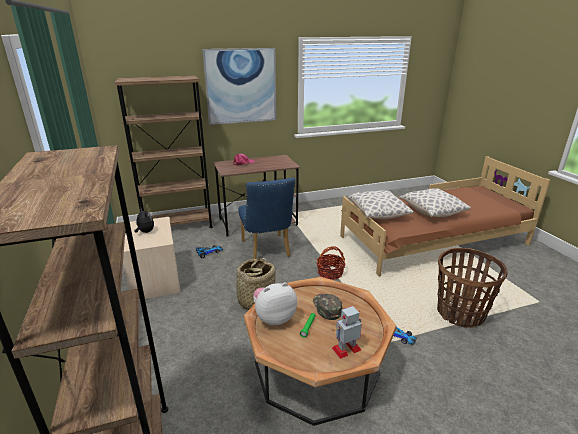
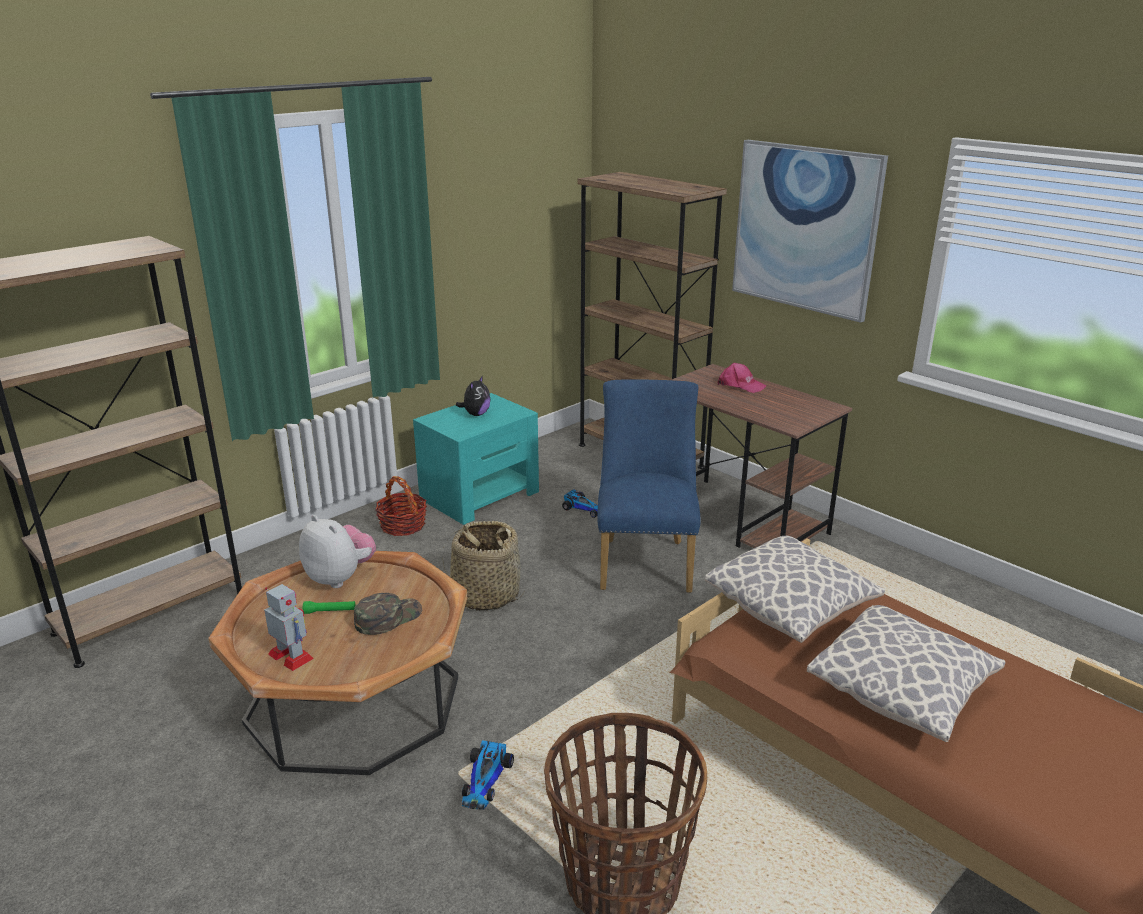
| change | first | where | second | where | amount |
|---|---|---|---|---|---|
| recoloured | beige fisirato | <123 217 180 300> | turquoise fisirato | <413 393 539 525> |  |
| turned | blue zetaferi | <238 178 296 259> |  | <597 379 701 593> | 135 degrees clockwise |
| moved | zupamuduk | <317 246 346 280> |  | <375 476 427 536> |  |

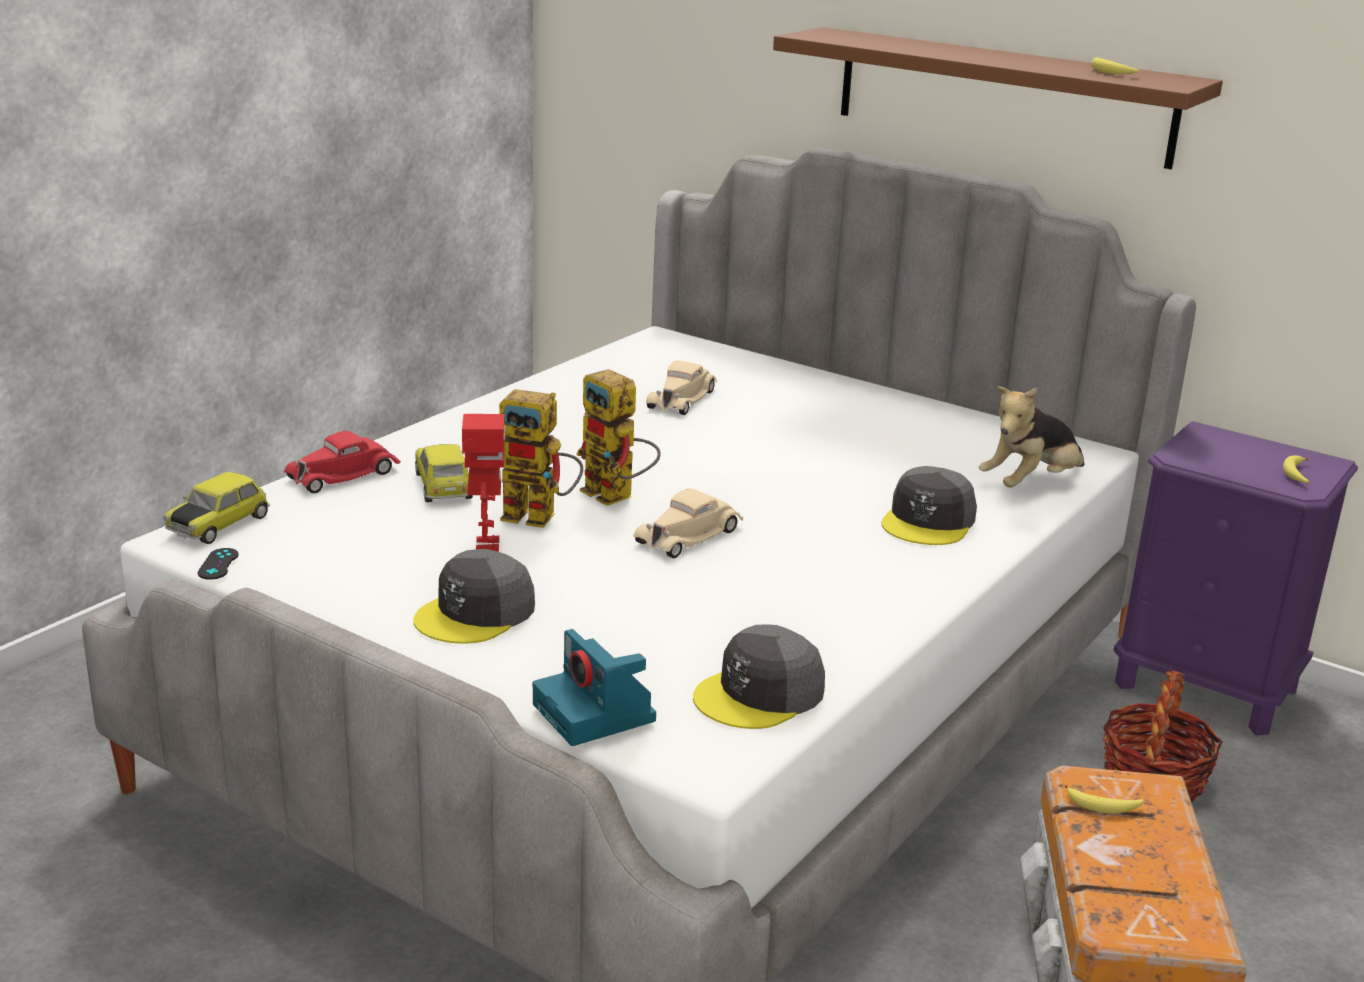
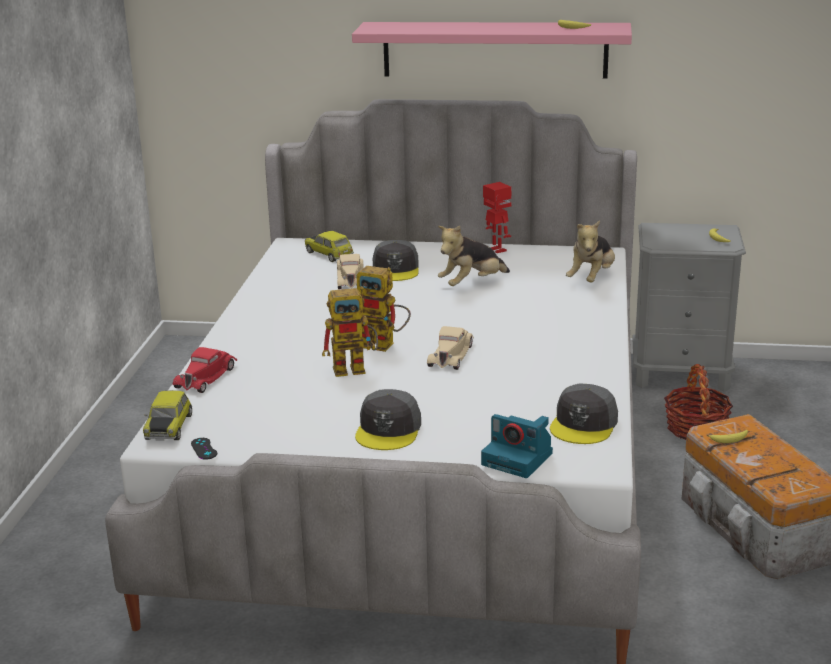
| change | first | where | second | where | amount |
|---|---|---|---|---|---|
| moved | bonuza | <415 444 473 502> |  | <305 231 354 262> |  |
| moved | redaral | <462 414 506 552> |  | <483 182 511 253> |  |
| recoloured | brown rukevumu | <773 27 1223 169> | pink rukevumu | <352 22 632 78> |  |
| moved | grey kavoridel | <882 466 977 545> |  | <373 240 418 281> |  |
| recoloured | purple fisirato | <1114 421 1358 735> | grey fisirato | <632 223 746 392> |  |
| added |  |  | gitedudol | <438 225 510 286> |  |

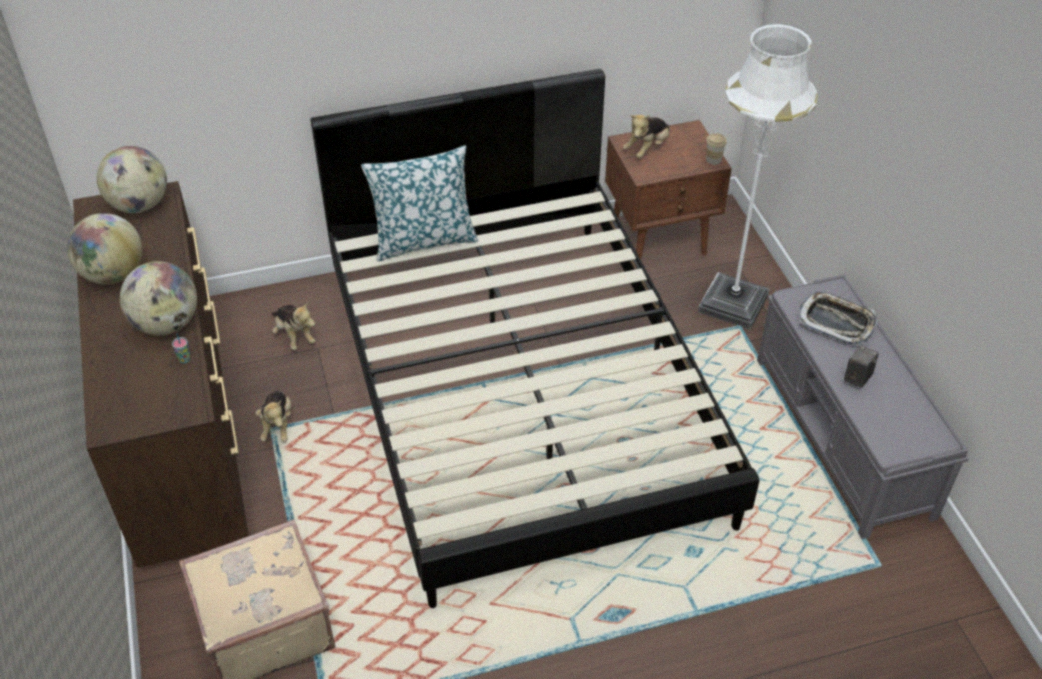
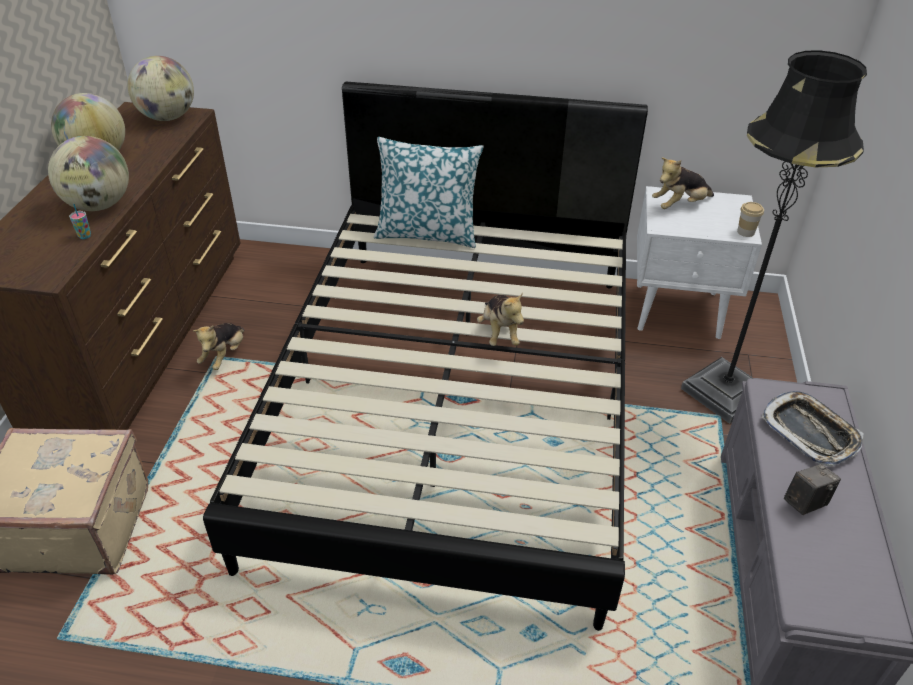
| change | first | where | second | where | amount |
|---|---|---|---|---|---|
| moved | gitedudol | <272 303 316 350> |  | <477 293 524 346> |  |
| recoloured | brown fisirato | <605 120 732 260> | white fisirato | <637 186 762 339> |  |
| recoloured | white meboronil | <698 23 818 330> | black meboronil | <681 50 867 424> |  |

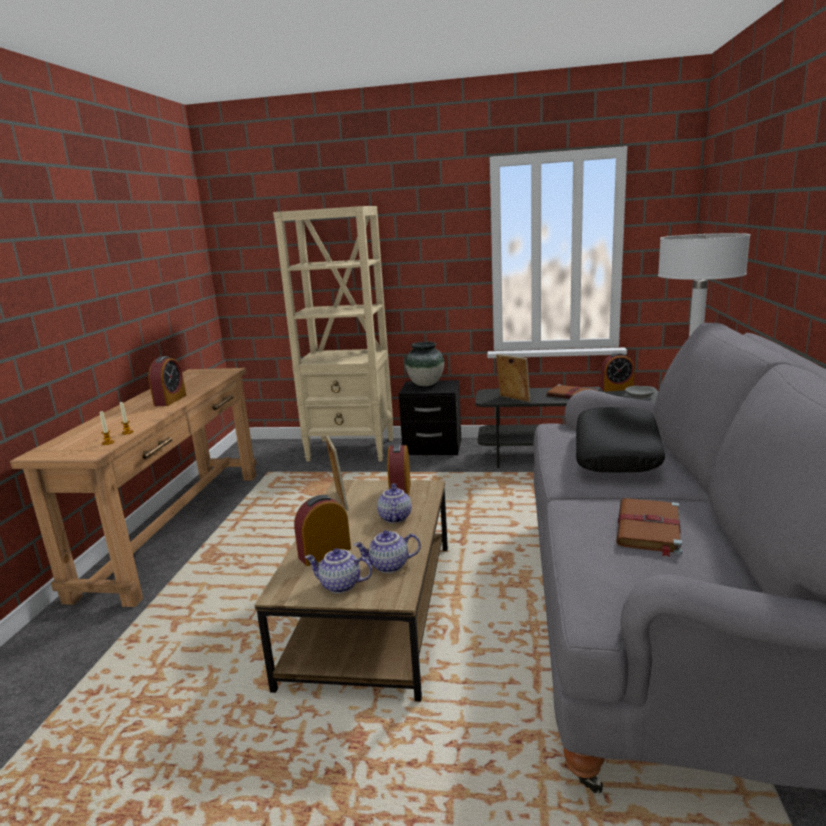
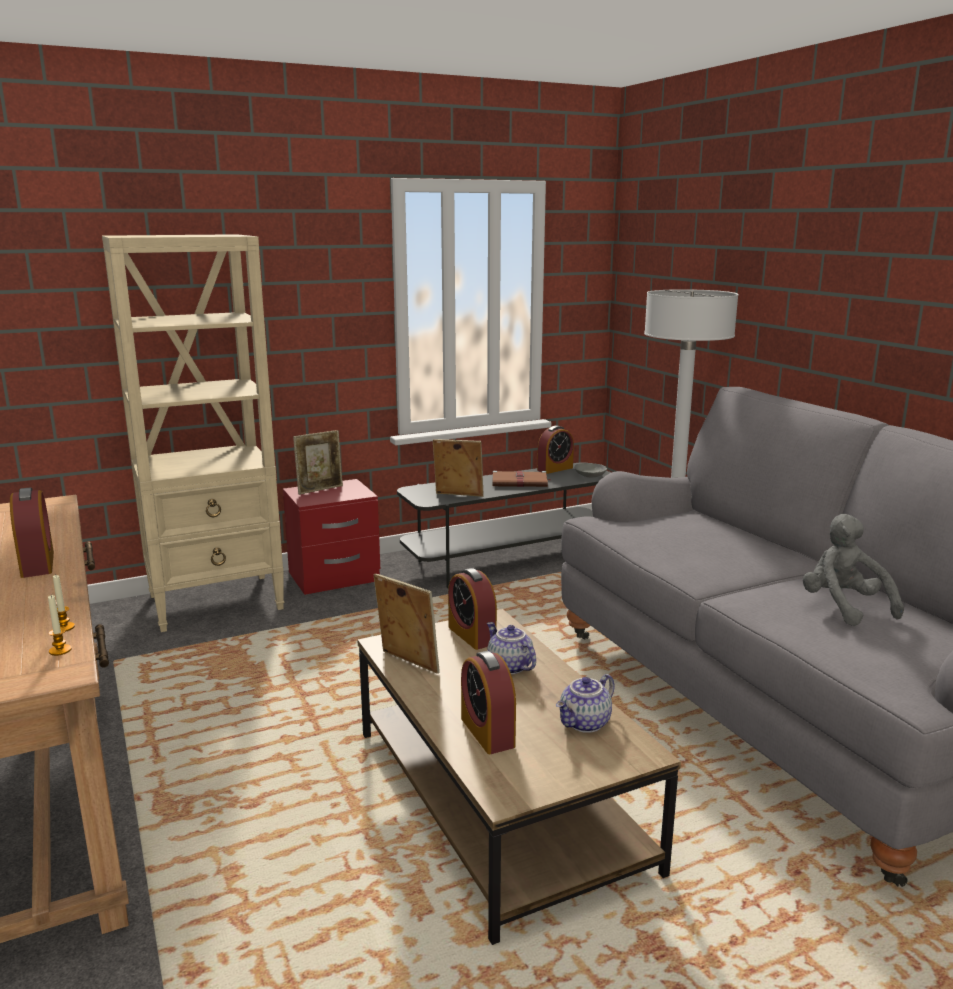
| change | first | where | second | where | amount |
|---|---|---|---|---|---|
| turned | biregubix | <294 495 351 566> |  | <461 651 516 754> | 45 degrees counterclockwise |
| removed | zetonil | <305 548 372 593> |  |  |  |
| recoloured | black fisirato | <399 380 461 455> | red fisirato | <283 479 380 595> |  |
| replaced | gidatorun | <405 342 444 386> | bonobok | <293 430 343 495> |  |
| removed | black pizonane | <576 407 665 473> |  |  |  |
| replaced | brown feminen | <616 498 682 557> | grey gitedudol | <803 514 904 626> |  |

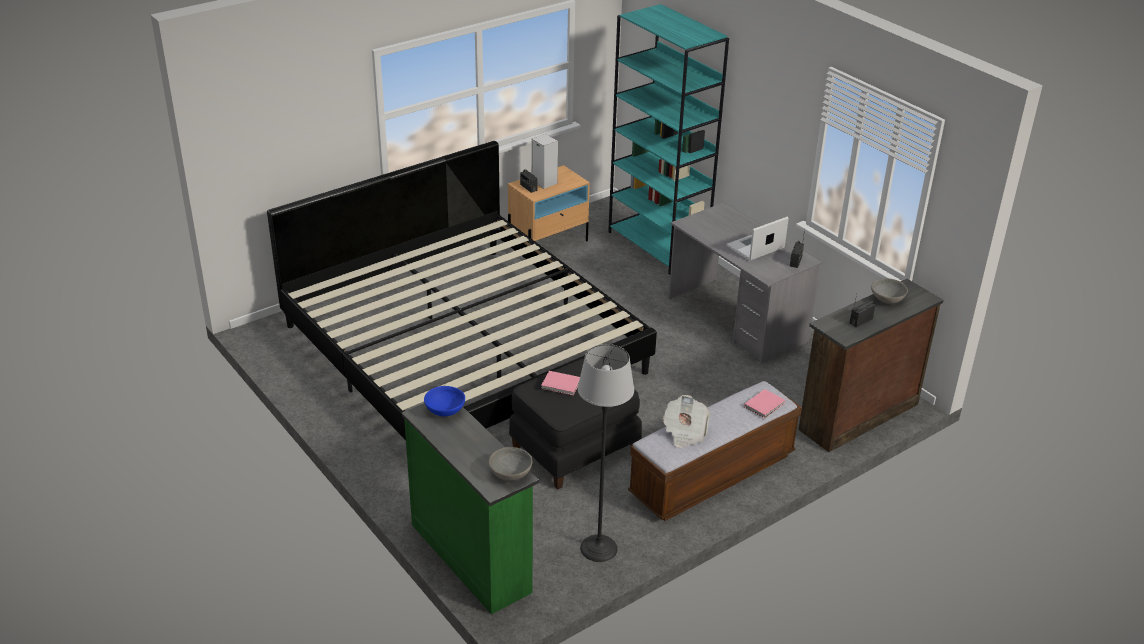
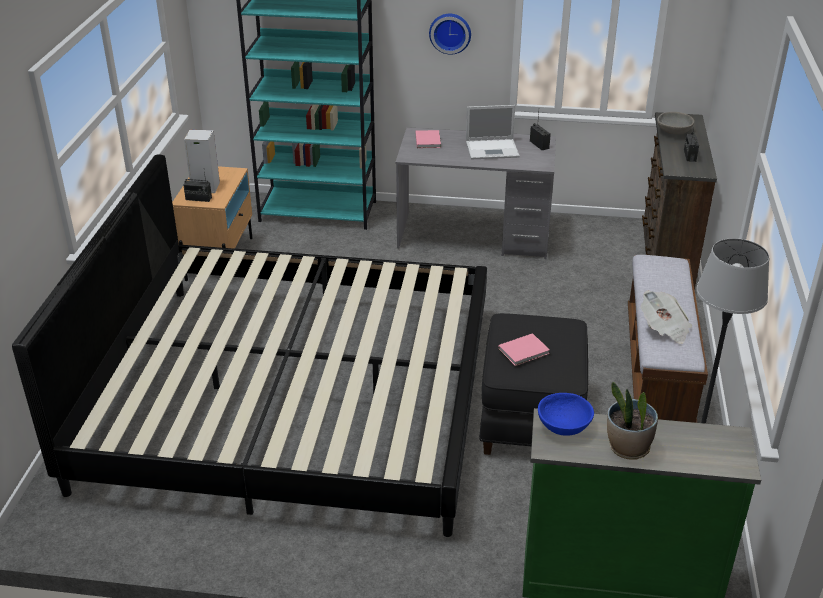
| change | first | where | second | where | amount |
|---|---|---|---|---|---|
| removed | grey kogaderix | <489 447 532 481> |  |  |  |
| turned | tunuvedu | <726 217 789 261> |  | <466 105 520 160> | 105 degrees counterclockwise |
| moved | pink feminen | <744 389 785 418> |  | <415 130 441 148> |  |
| added |  |  | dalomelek | <429 14 471 55> |  |
| added |  |  | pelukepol | <607 382 658 460> |  |

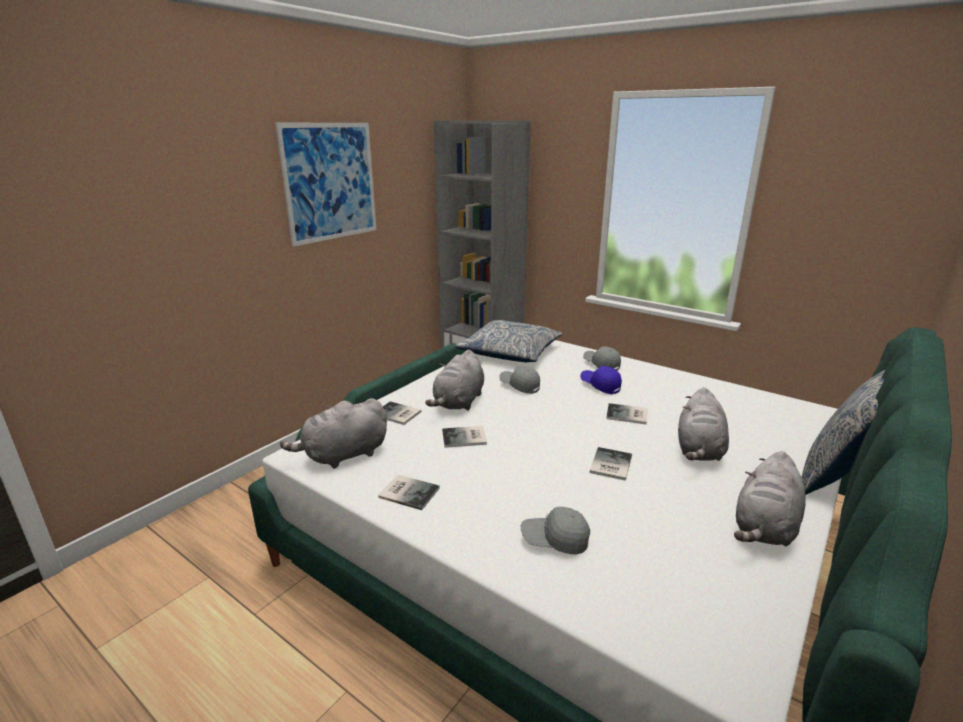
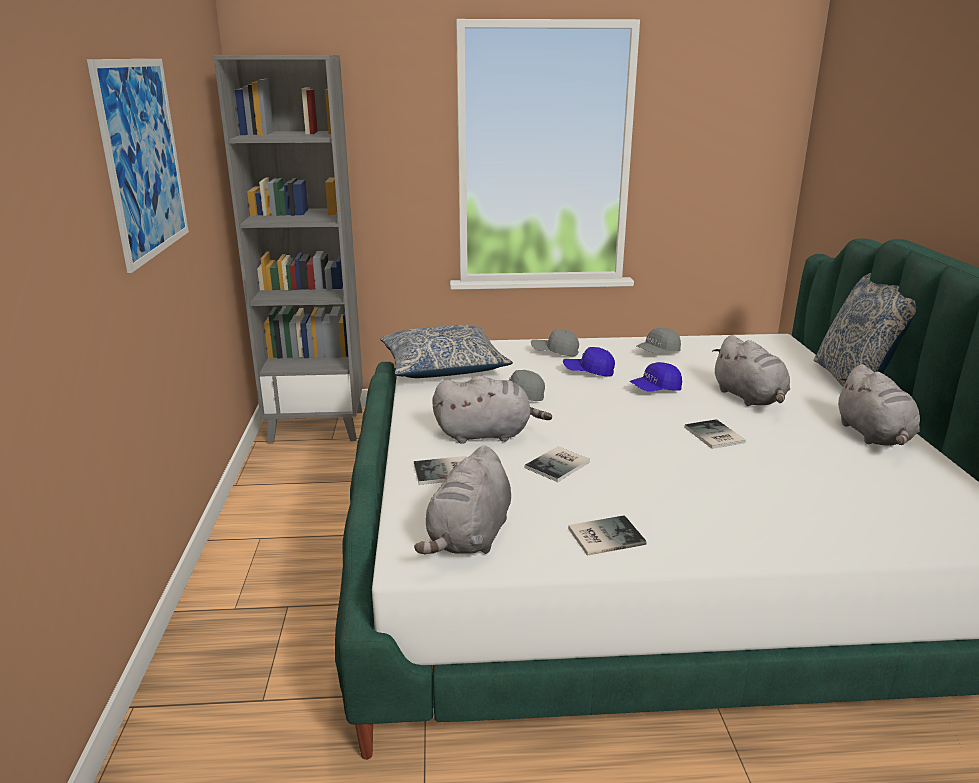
| change | first | where | second | where | amount |
|---|---|---|---|---|---|
| turned | grey gitedudol | <425 350 484 410> |  | <432 376 552 444> | 75 degrees counterclockwise |
| moved | grey kavoridel | <521 507 590 554> |  | <637 328 681 354> |  |
| replaced | feminen | <606 403 647 425> | blue kavoridel | <630 362 682 392> |  |

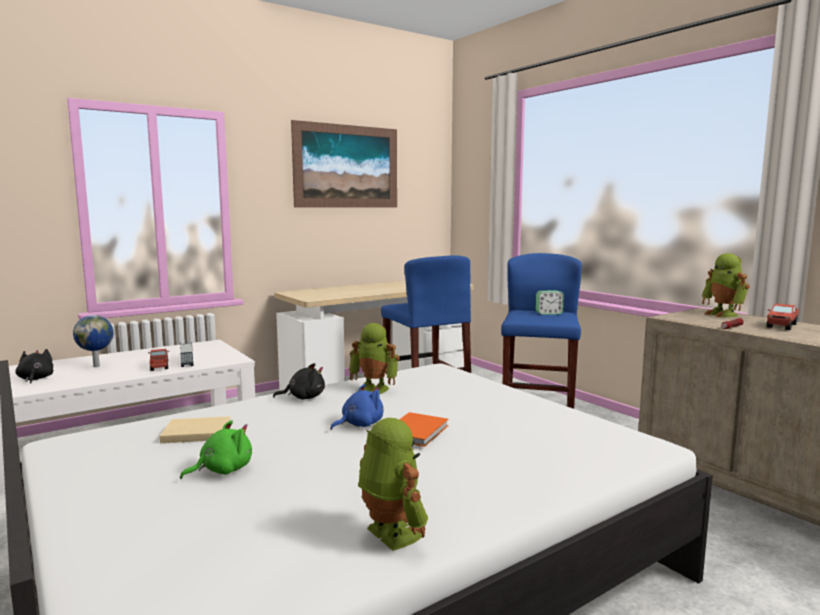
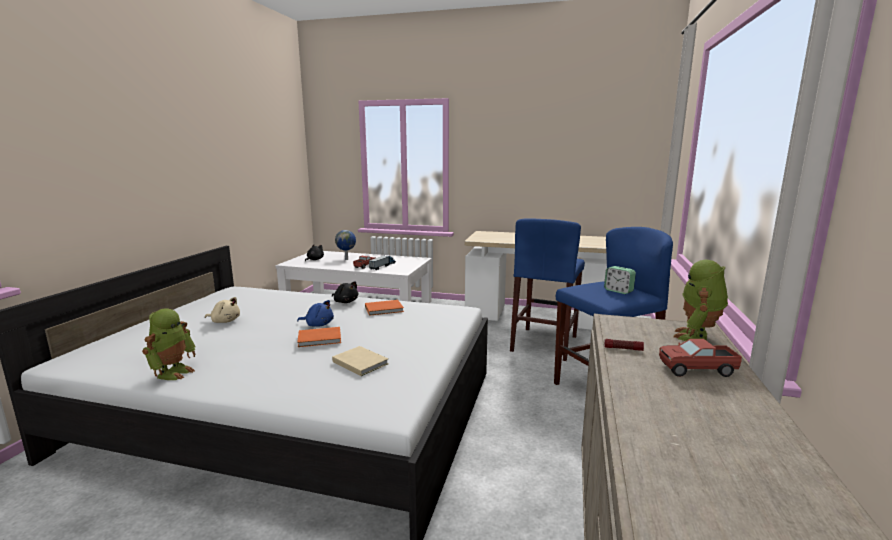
| change | first | where | second | where | amount |
|---|---|---|---|---|---|
| moved | beige feminen | <160 416 231 443> |  | <332 346 389 376> |  |
| recoloured | green gitedudol | <180 420 252 479> | beige gitedudol | <205 297 240 323> |  |
| removed | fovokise | <291 120 397 208> |  |  |  |
| replaced | redaral | <348 323 400 394> | orange feminen | <365 300 404 316> |  |

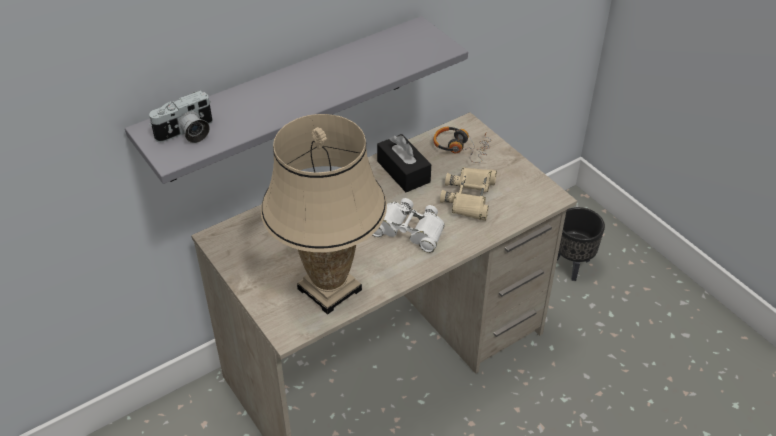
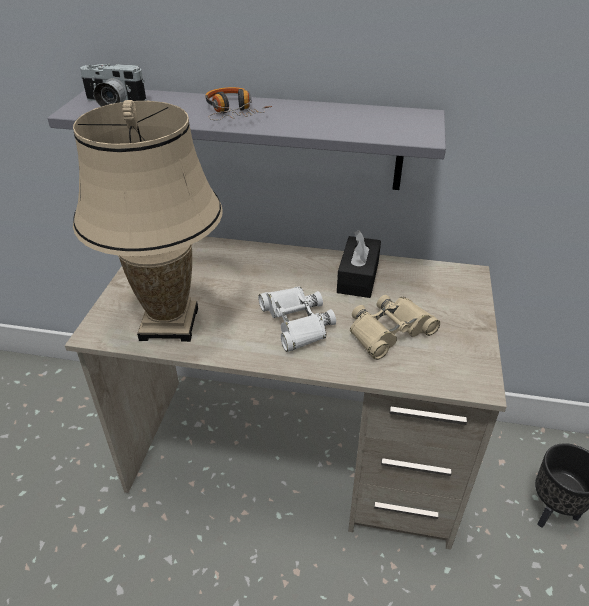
| change | first | where | second | where | amount |
|---|---|---|---|---|---|
| moved | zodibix | <433 126 492 163> |  | <205 87 272 120> |  |

